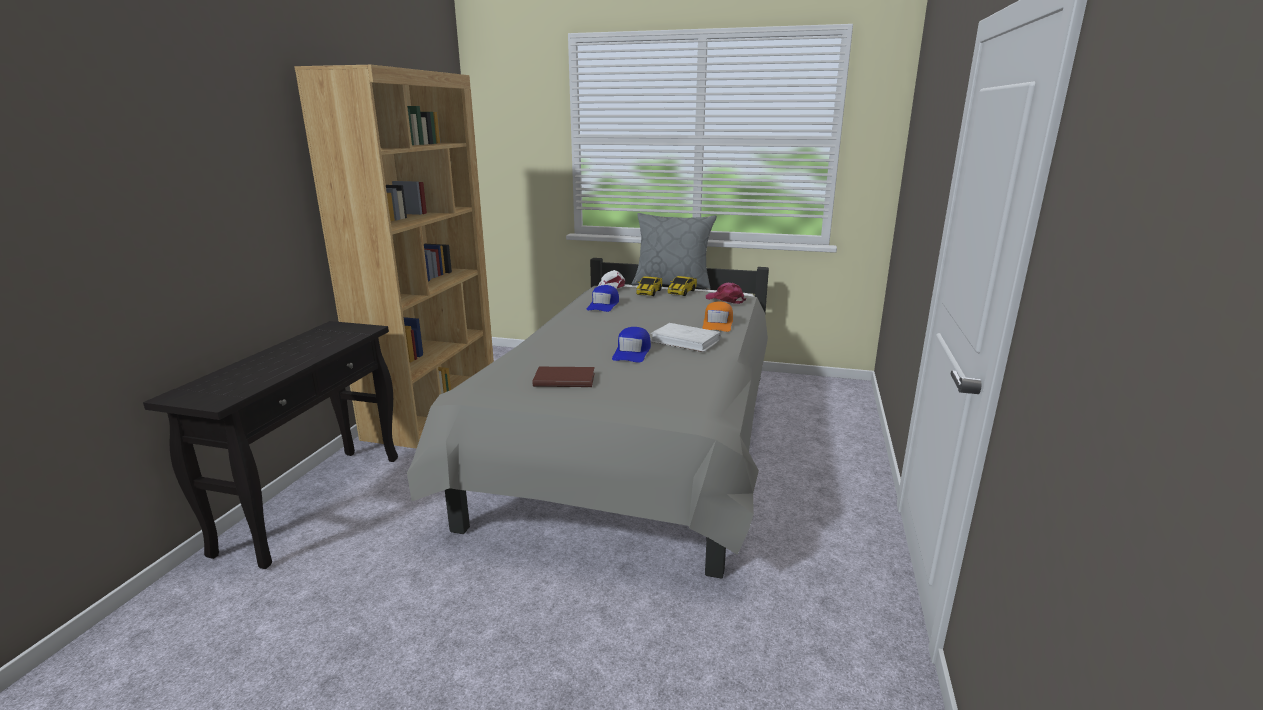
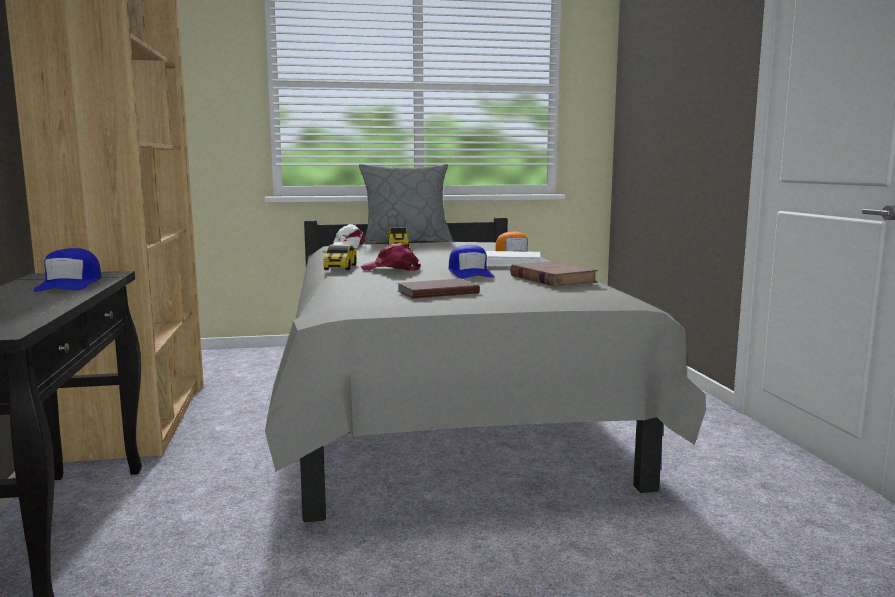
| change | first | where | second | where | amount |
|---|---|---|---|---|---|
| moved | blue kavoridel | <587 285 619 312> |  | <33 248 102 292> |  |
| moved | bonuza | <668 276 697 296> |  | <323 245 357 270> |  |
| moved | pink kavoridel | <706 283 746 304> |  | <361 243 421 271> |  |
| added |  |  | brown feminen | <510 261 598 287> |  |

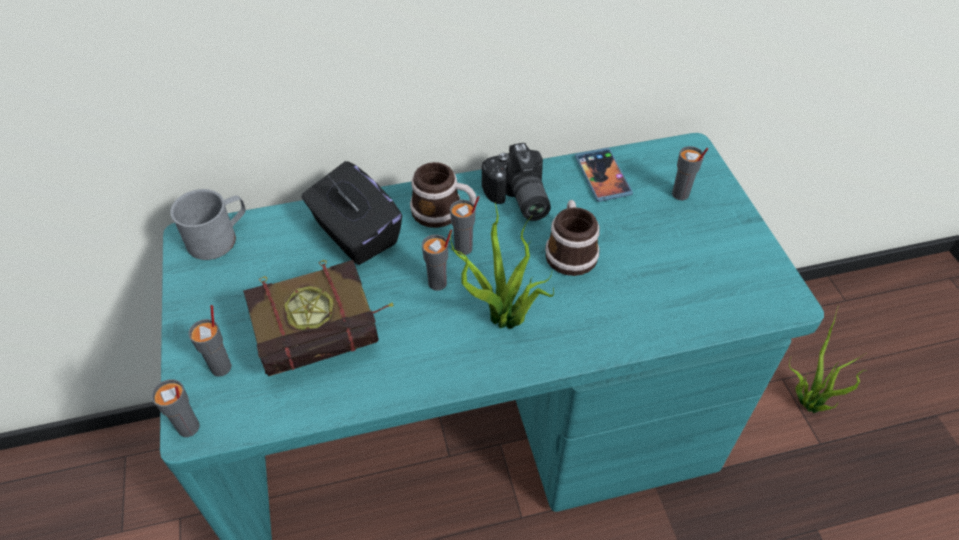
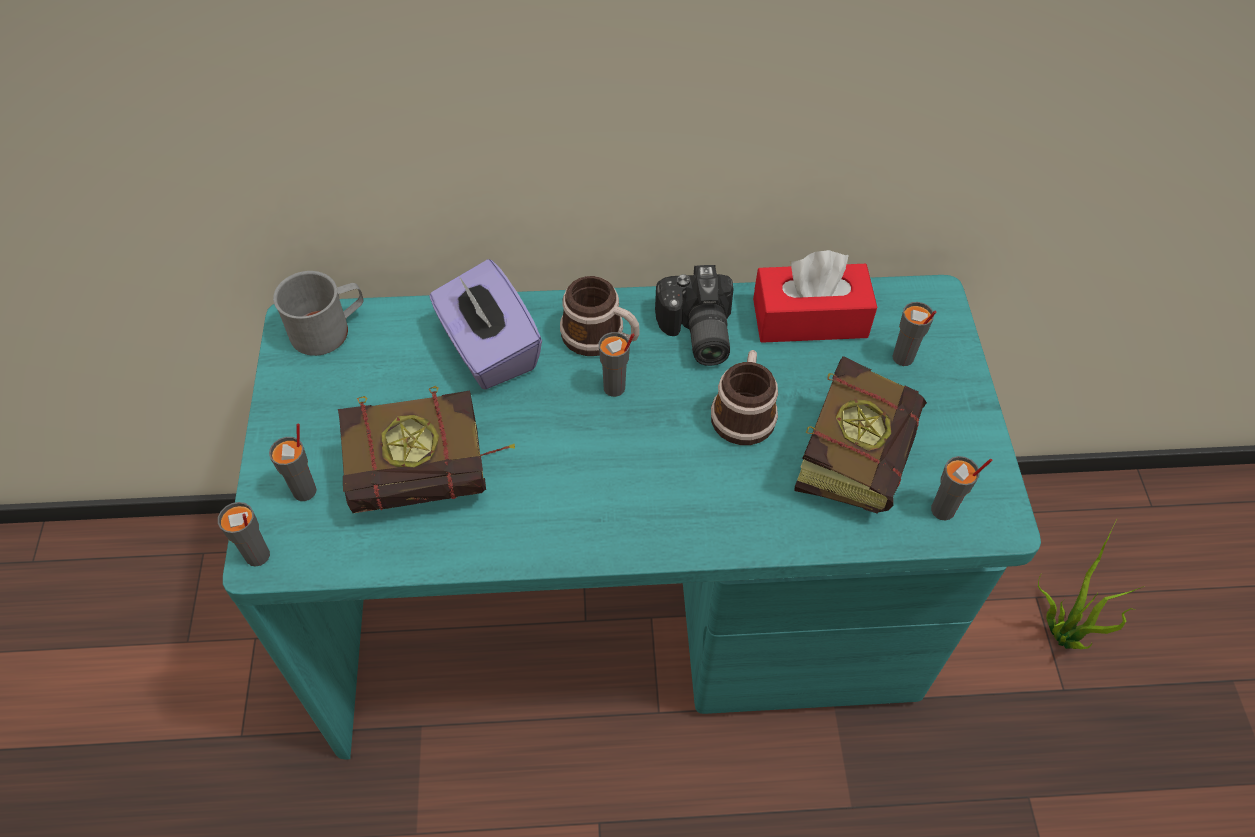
| change | first | where | second | where | amount |
|---|---|---|---|---|---|
| recoloured | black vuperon | <302 161 403 265> | purple vuperon | <429 259 542 390> |  |
| moved | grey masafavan | <422 230 452 291> |  | <931 456 992 521> |  |
| removed | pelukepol | <450 202 554 329> |  |  |  |
| replaced | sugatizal | <575 147 633 202> | red vuperon | <753 250 877 343> |  |
| added |  |  | feminen | <794 356 927 514> |  |

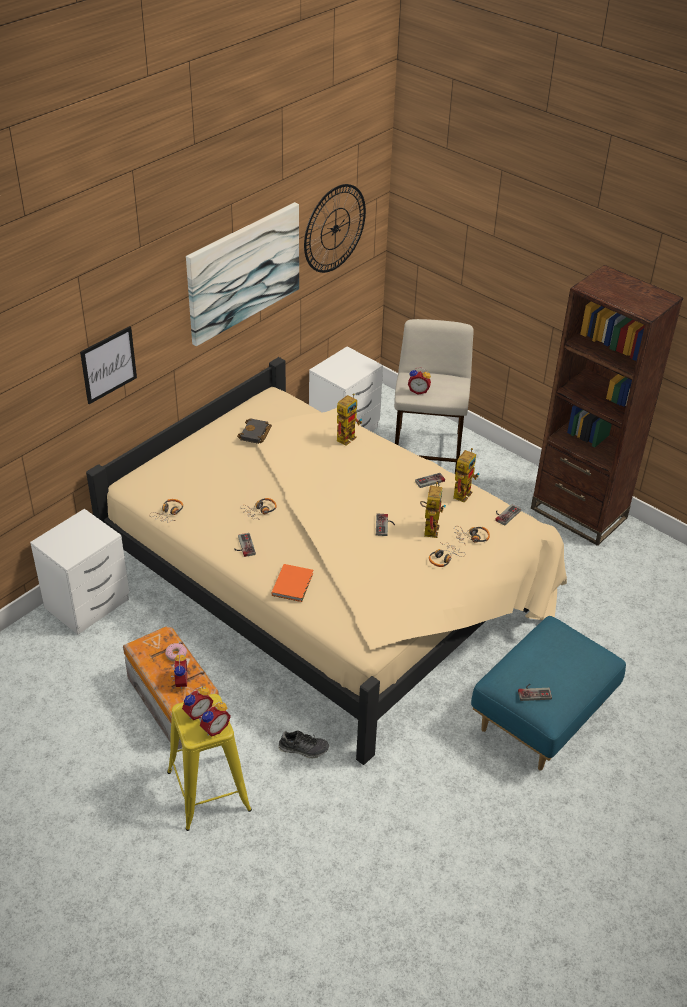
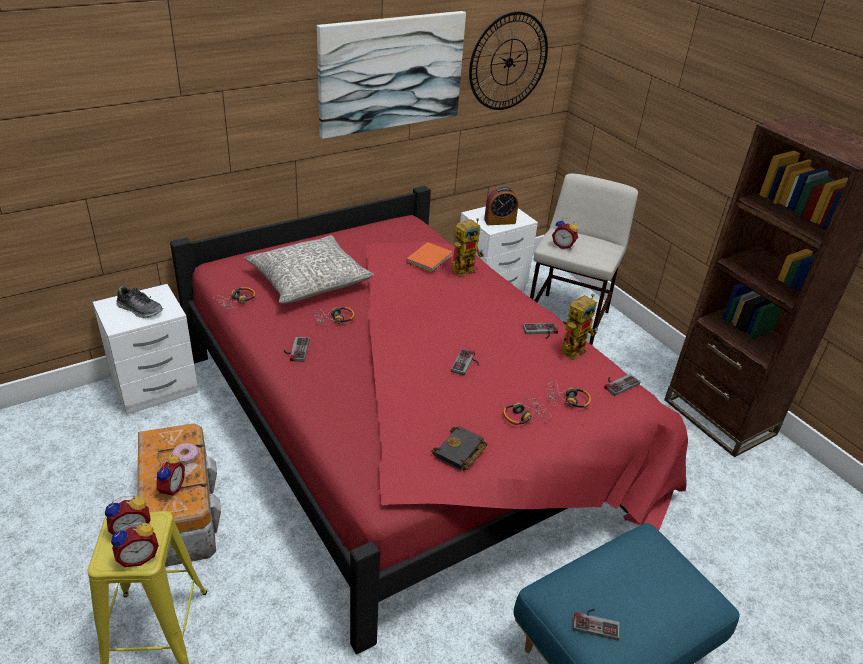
| change | first | where | second | where | amount |
|---|---|---|---|---|---|
| removed | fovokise | <80 326 137 404> |  |  |  |
| recoloured | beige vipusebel | <86 357 567 765> | red vipusebel | <170 186 688 654> |  |
| moved | black feminen | <237 418 272 444> |  | <431 426 488 470> |  |
| moved | orange feminen | <272 564 313 602> |  | <406 242 453 272> |  |
| moved | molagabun | <278 730 329 758> |  | <116 286 163 318> |  |
| removed | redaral | <420 482 446 538> |  |  |  |
| added |  |  | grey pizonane | <244 235 374 304> |  |
| added |  |  | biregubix | <484 187 518 225> |  |

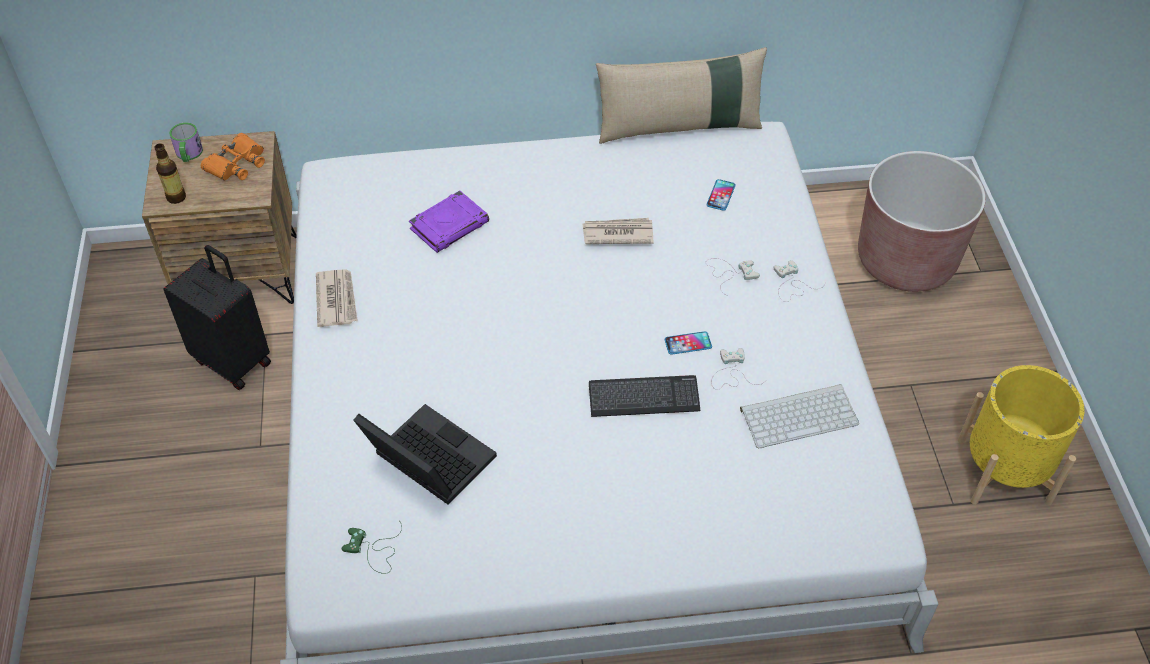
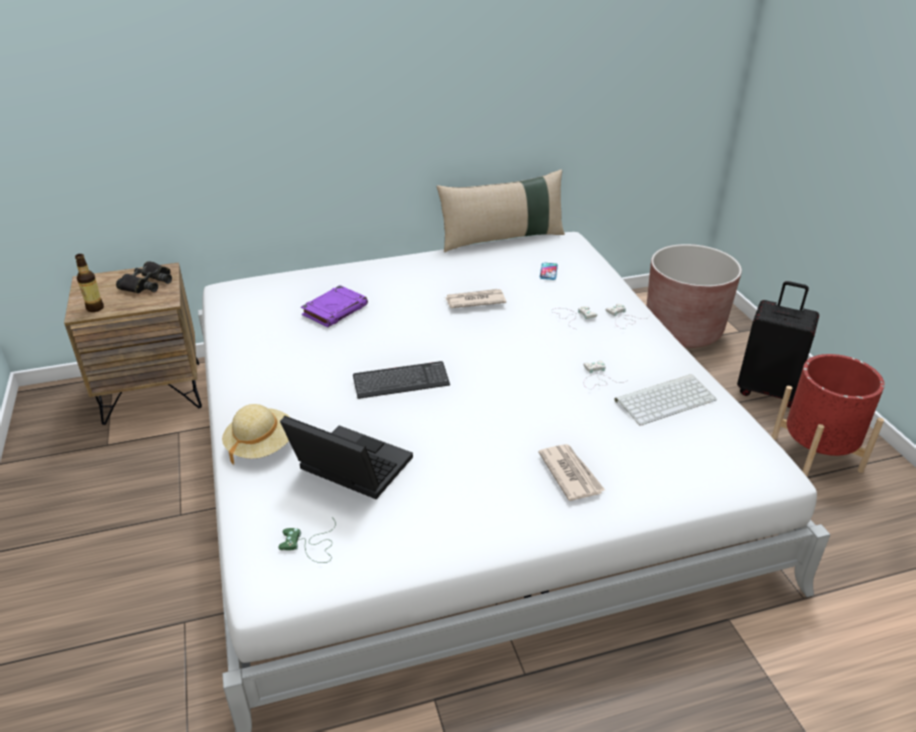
| change | first | where | second | where | amount |
|---|---|---|---|---|---|
| moved | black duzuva | <163 245 271 390> |  | <737 281 819 408> |  |
| removed | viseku | <169 122 203 162> |  |  |  |
| recoloured | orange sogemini | <201 133 265 180> | black sogemini | <116 262 172 293> |  |
| moved | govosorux | <316 269 358 327> |  | <539 444 605 501> |  |
| moved | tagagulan | <589 375 700 417> |  | <353 361 450 399> |  |
| removed | sugatizal | <665 331 712 355> |  |  |  |
| recoloured | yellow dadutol | <958 365 1085 506> | red dadutol | <771 354 885 476> |  |
| added |  |  | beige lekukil | <222 404 291 464> |  |

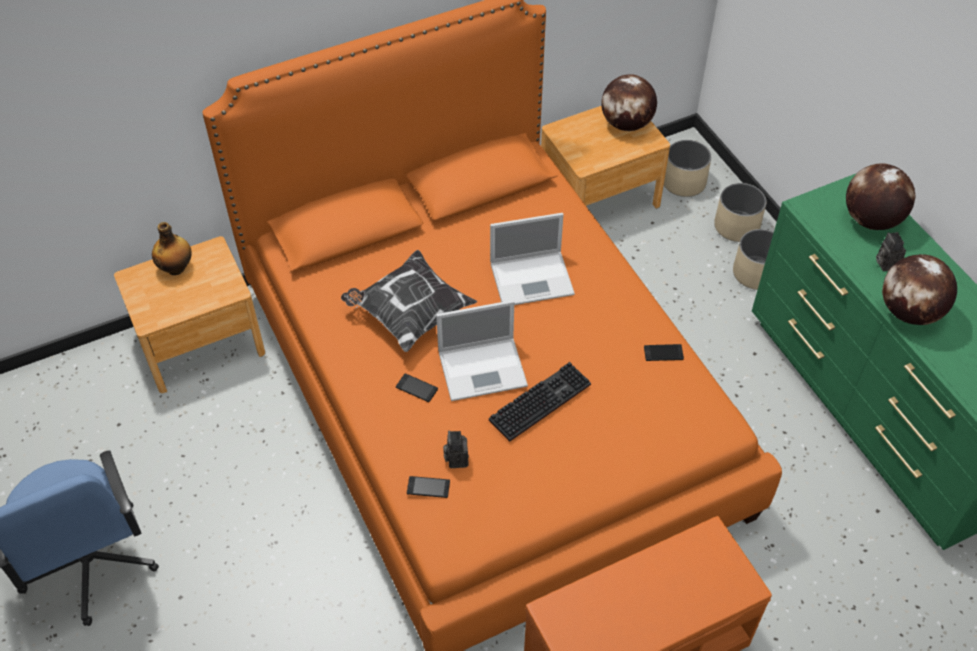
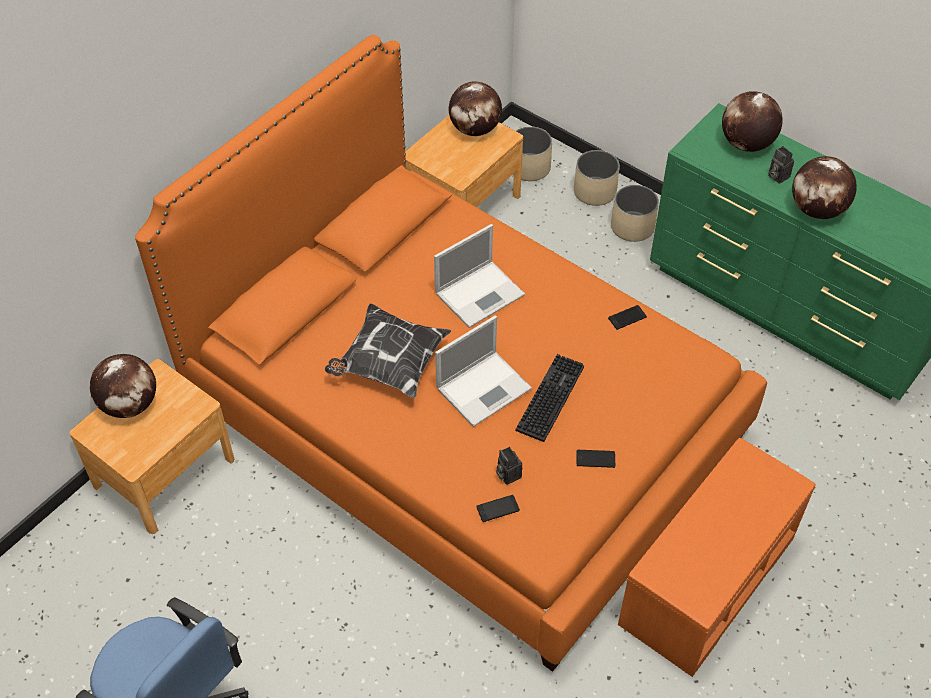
| change | first | where | second | where | amount |
|---|---|---|---|---|---|
| replaced | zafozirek | <152 222 192 275> | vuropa | <90 354 156 418> |  |
| moved | sugatizal | <396 373 438 402> |  | <577 450 615 468> |  |

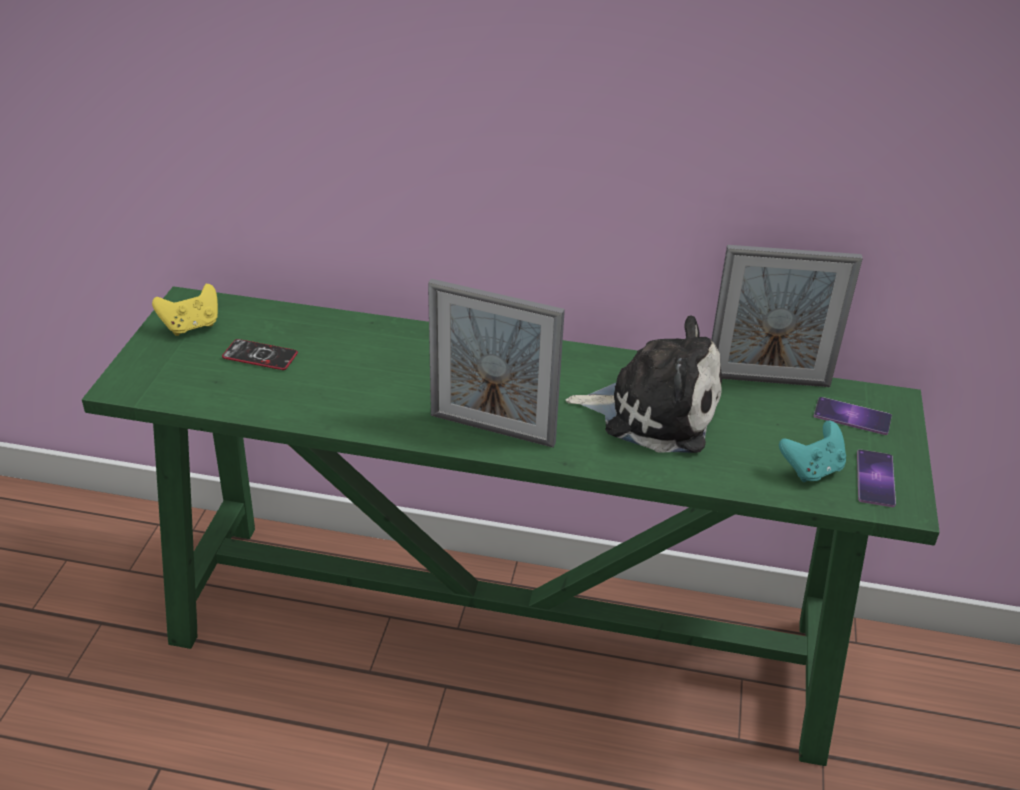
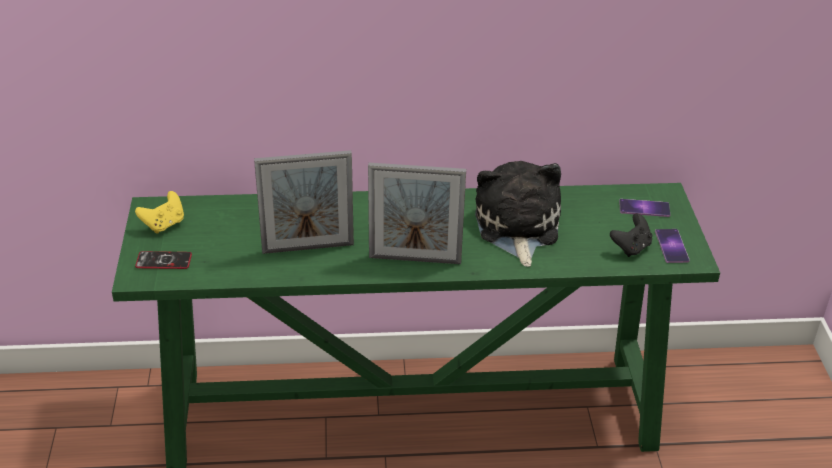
| change | first | where | second | where | amount |
|---|---|---|---|---|---|
| moved | sugatizal | <222 339 298 370> |  | <135 251 192 269> |  |
| turned | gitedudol | <566 315 722 453> |  | <475 161 561 267> | 90 degrees counterclockwise |
| moved | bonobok | <711 245 863 387> |  | <254 150 354 254> |  |
| recoloured | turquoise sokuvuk | <779 420 846 482> | black sokuvuk | <610 213 652 257> |  |

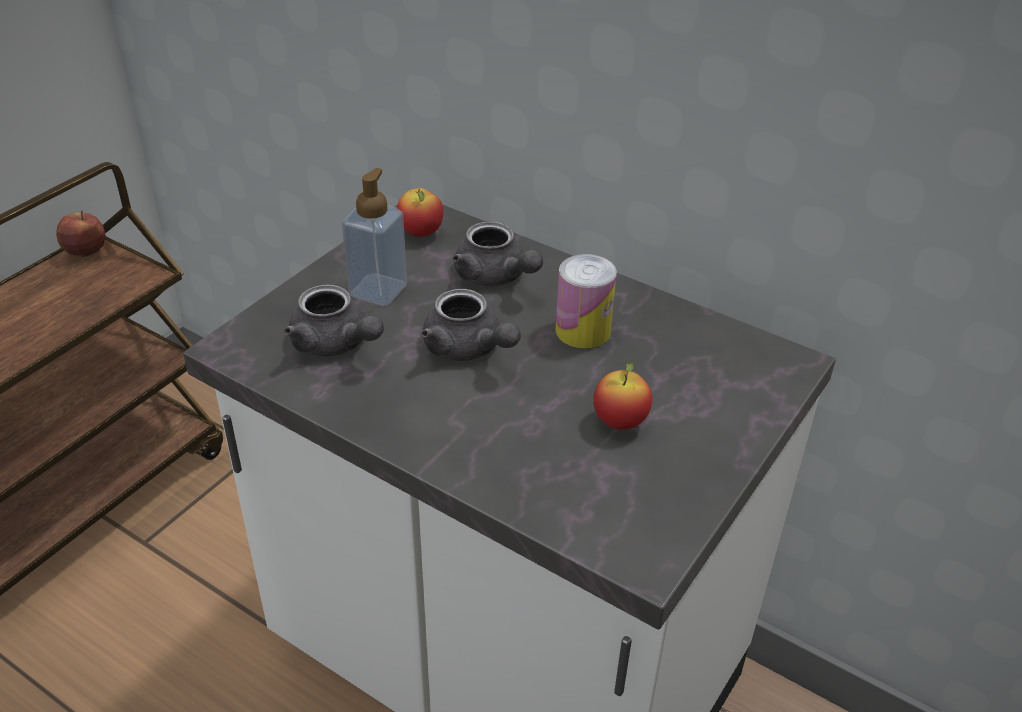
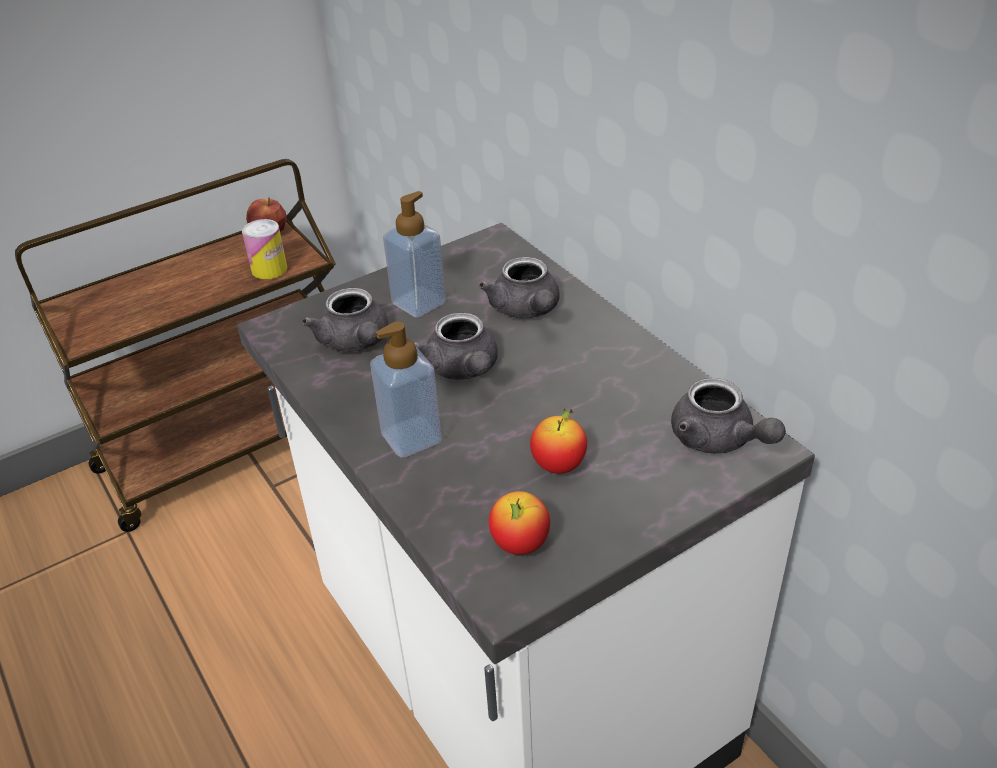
| change | first | where | second | where | amount |
|---|---|---|---|---|---|
| moved | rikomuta | <397 188 444 237> |  | <489 491 550 555> |  |
| moved | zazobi | <556 254 617 349> |  | <242 219 288 280> |  |
| added |  |  | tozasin | <370 322 442 458> |  |
| added |  |  | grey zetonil | <671 378 786 454> |  |

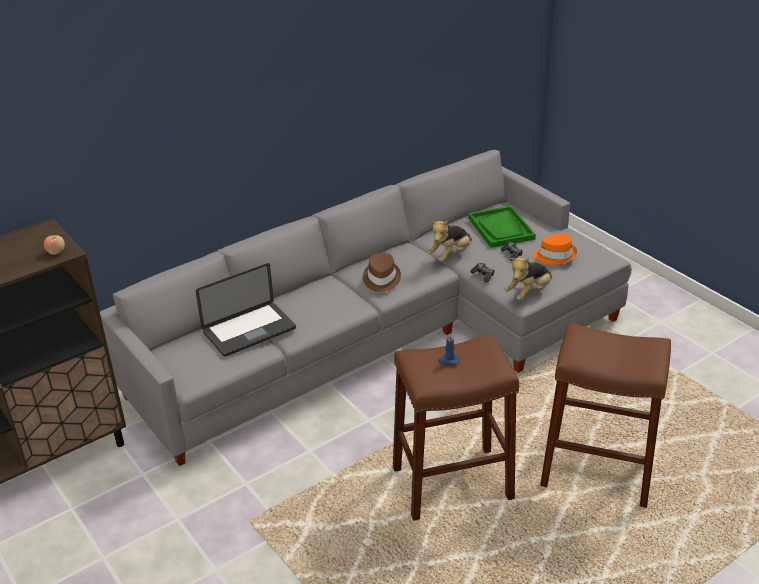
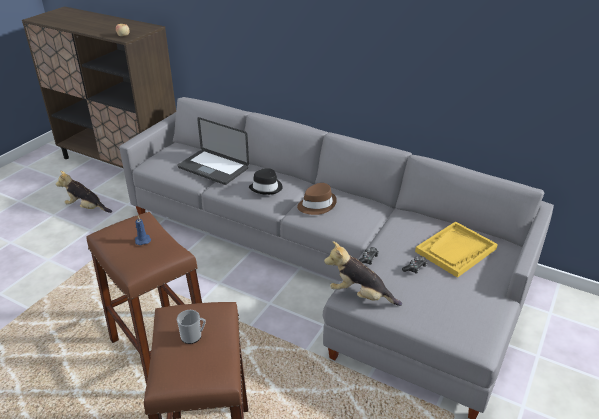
| change | first | where | second | where | amount |
|---|---|---|---|---|---|
| moved | gitedudol | <427 220 472 262> |  | <56 171 112 213> |  |
| recoloured | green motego | <468 206 536 248> | yellow motego | <415 221 498 278> |  |
| removed | orange lekukil | <533 233 577 265> |  |  |  |
| added |  |  | viseku | <177 310 206 344> |  |
| added |  |  | black lekukil | <249 168 283 195> |  |

